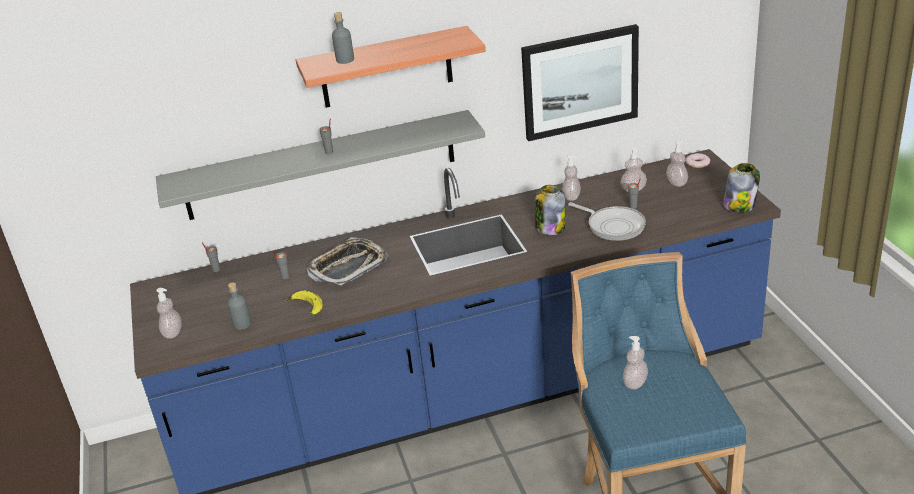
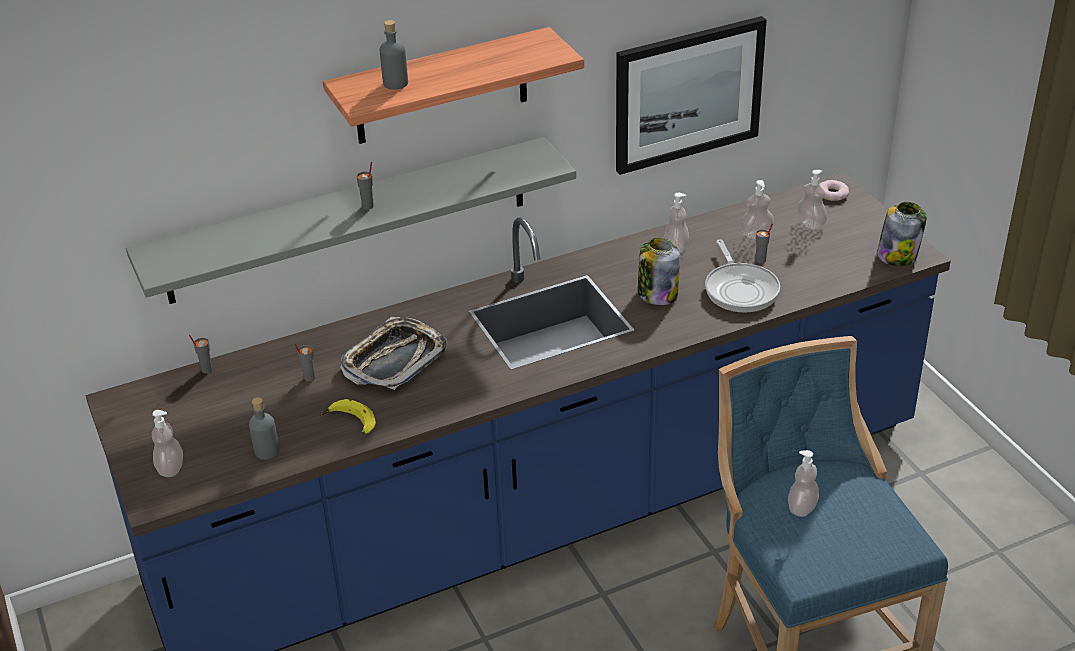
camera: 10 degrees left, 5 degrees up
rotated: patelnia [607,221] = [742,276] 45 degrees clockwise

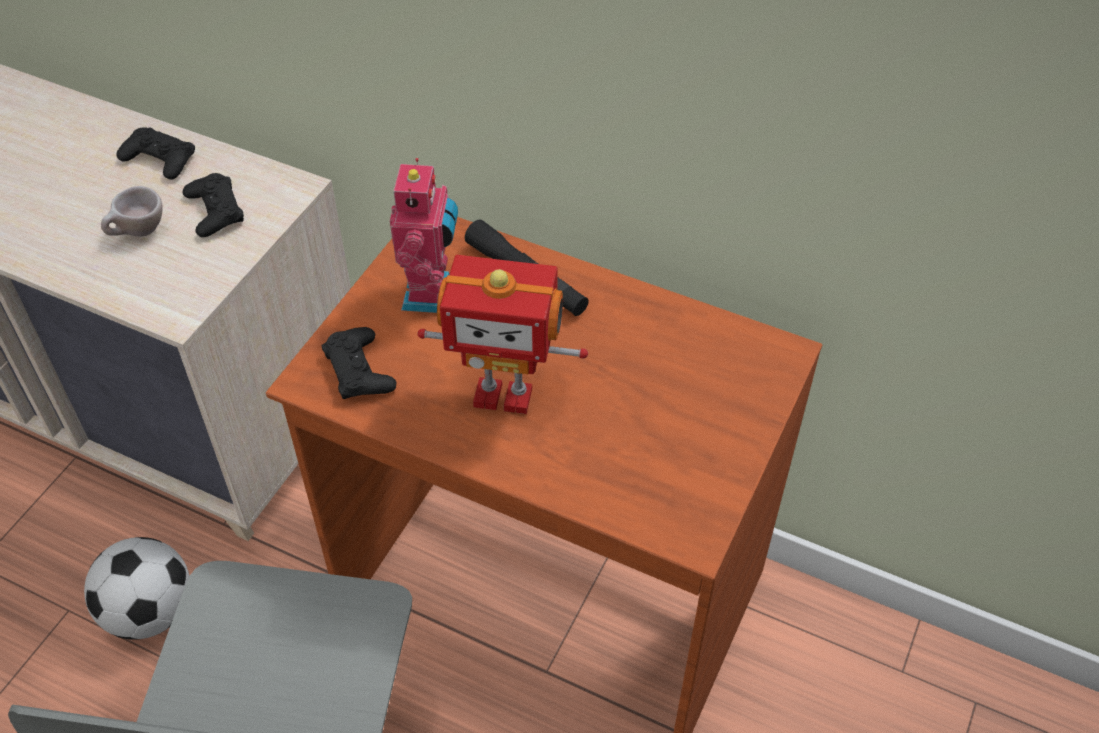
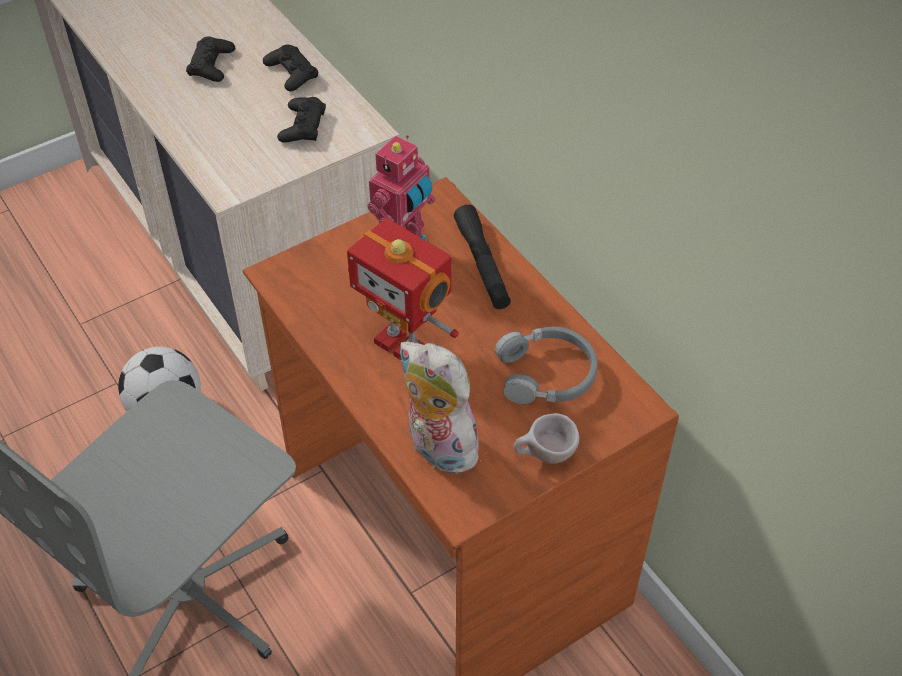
camera: 30 degrees right, 0 degrees up
new: pluszak [440,408]; słuchawki (szary) [546,365]
shifted: pad do gier (czarny) [359,363] to [210,59]; filiżanka (beżowy) [132,211] to [546,438]

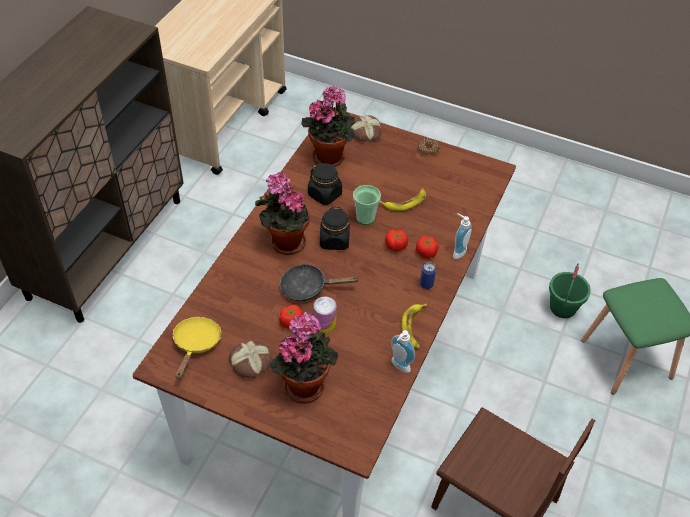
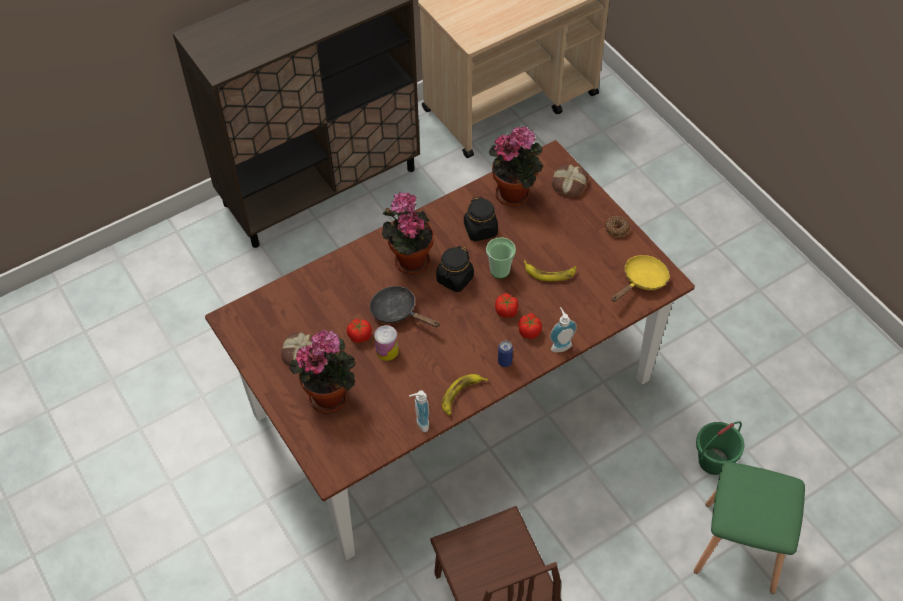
camera: 35 degrees right, 5 degrees up
shifted: patelnia (żółty) [197,348] to [640,278]

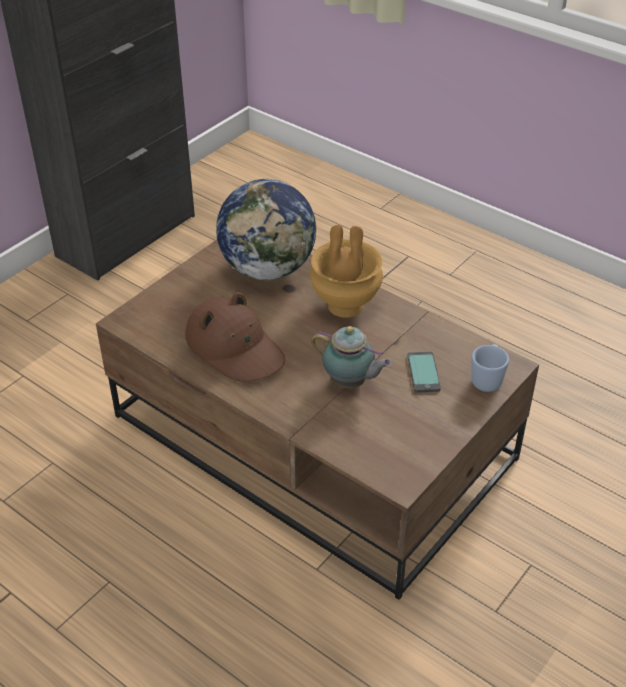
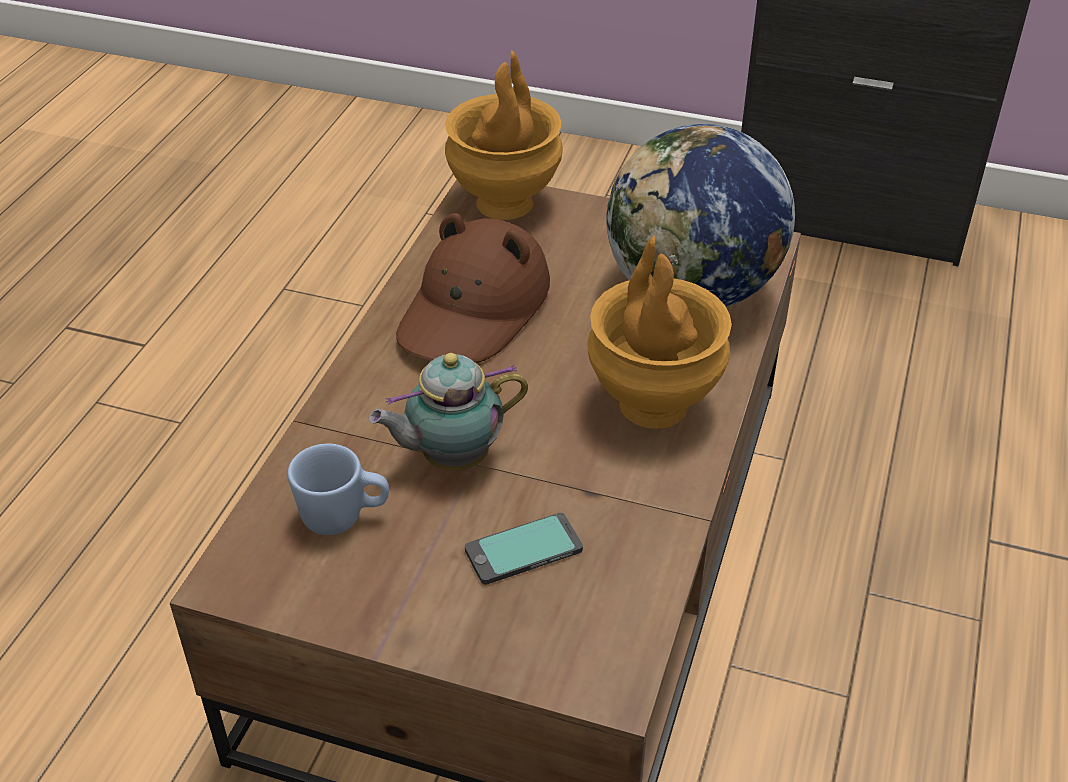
camera: 70 degrees right, 0 degrees up
new: wazon (brązowy) [504,135]
shifted: kubek (niebieski) [490,368] to [338,489]
rotated: imbryk [351,357] = [448,412] 60 degrees clockwise

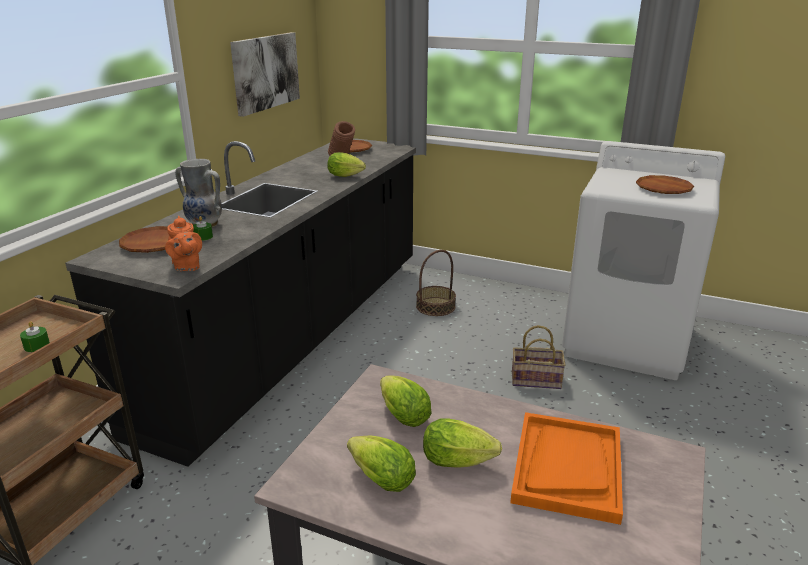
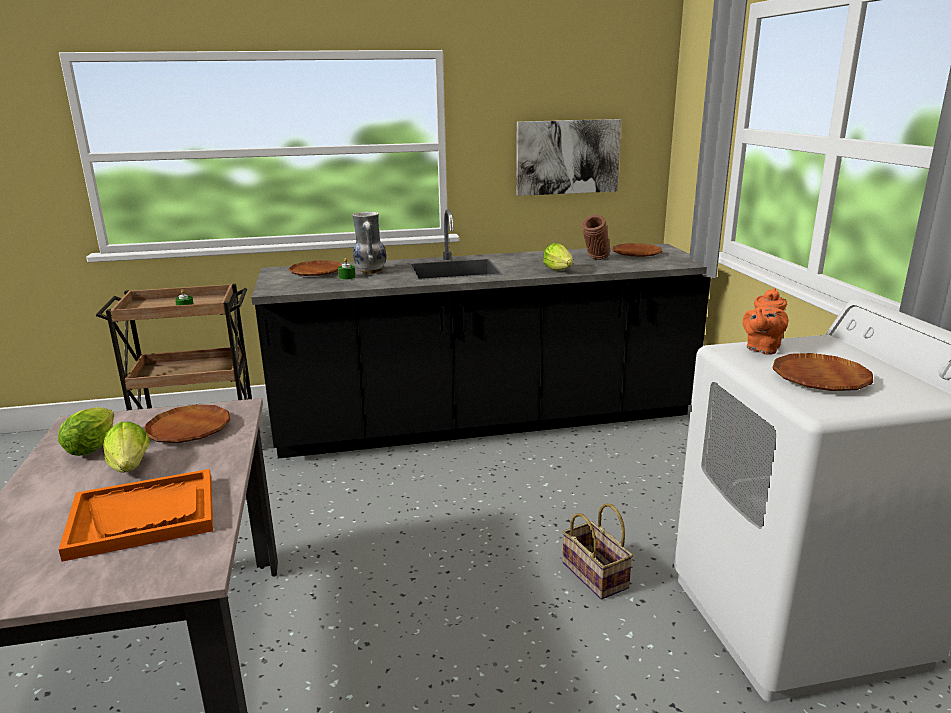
camera: 55 degrees right, 5 degrees down
gone: koszyk [436,283]
shifted: imbryk (pomarańczowy) [183,243] to [765,321]
swapped: sałata [406,401] to talerz (brązowy) [188,423]

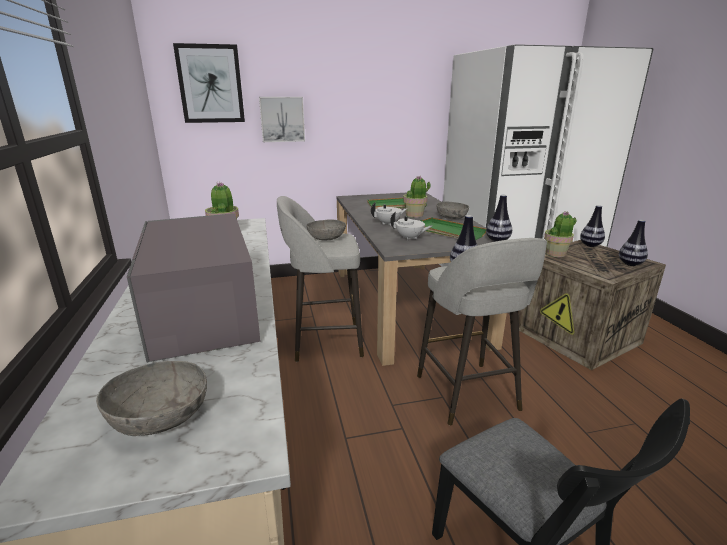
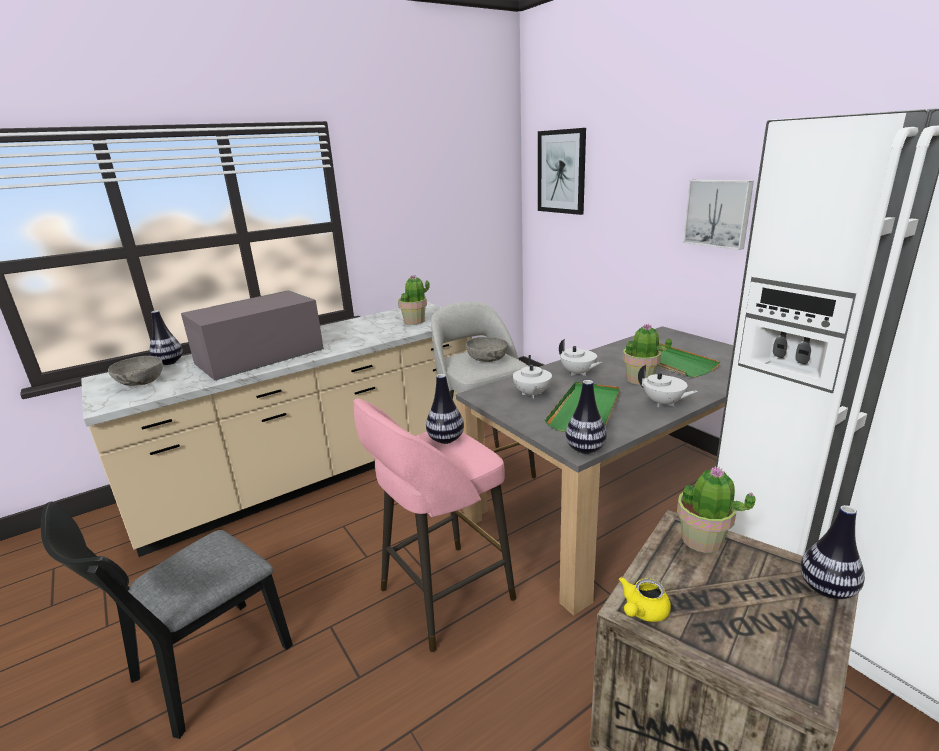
camera: 70 degrees right, 0 degrees up
new: imbryk (żółty) [645,599]
shifted: wazon [633,243] to [166,337]; obraz [282,119] to [718,215]
swapped: miska (szary) [452,210] to imbryk (biały) [668,386]
repainted: stołek (szary) [482,332] to stołek (różowy) [435,525]

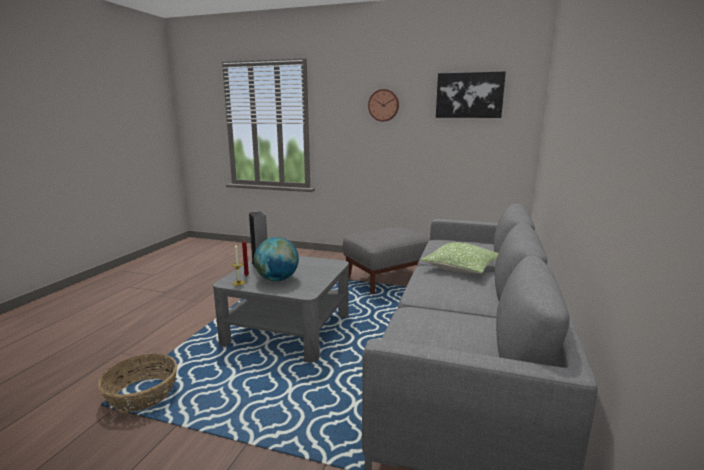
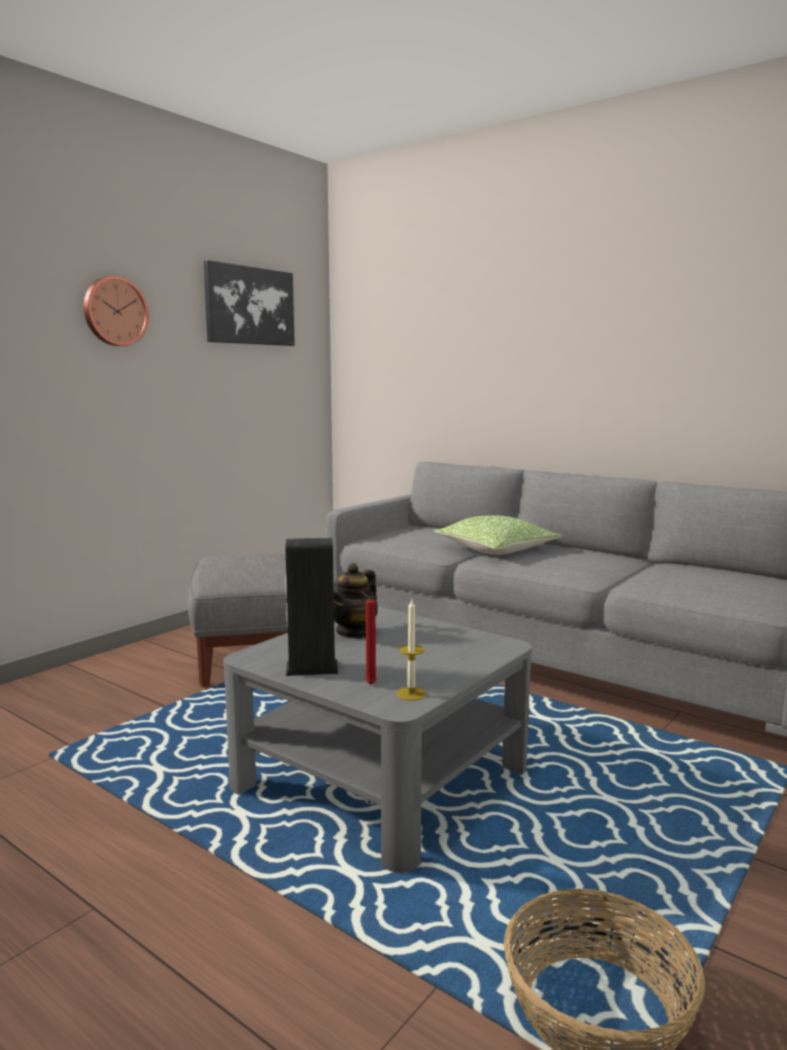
camera: 70 degrees left, 5 degrees down
gone: globus [276,259]
new: imbryk [356,601]

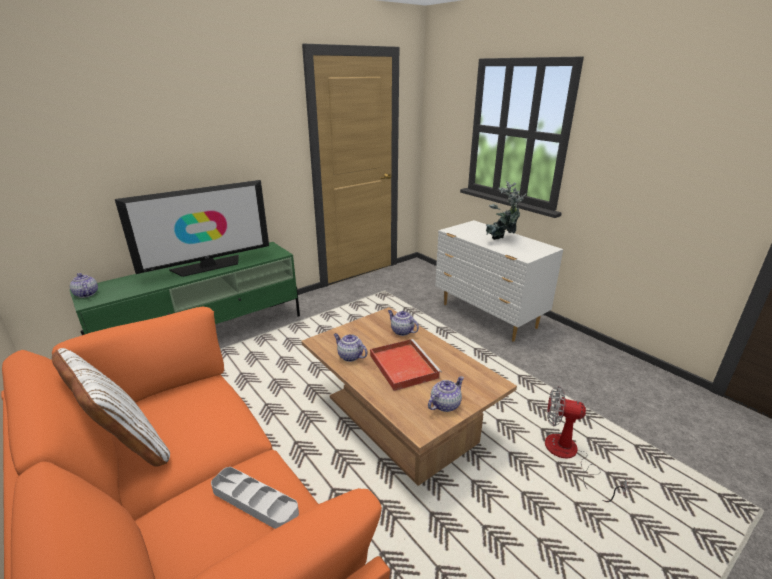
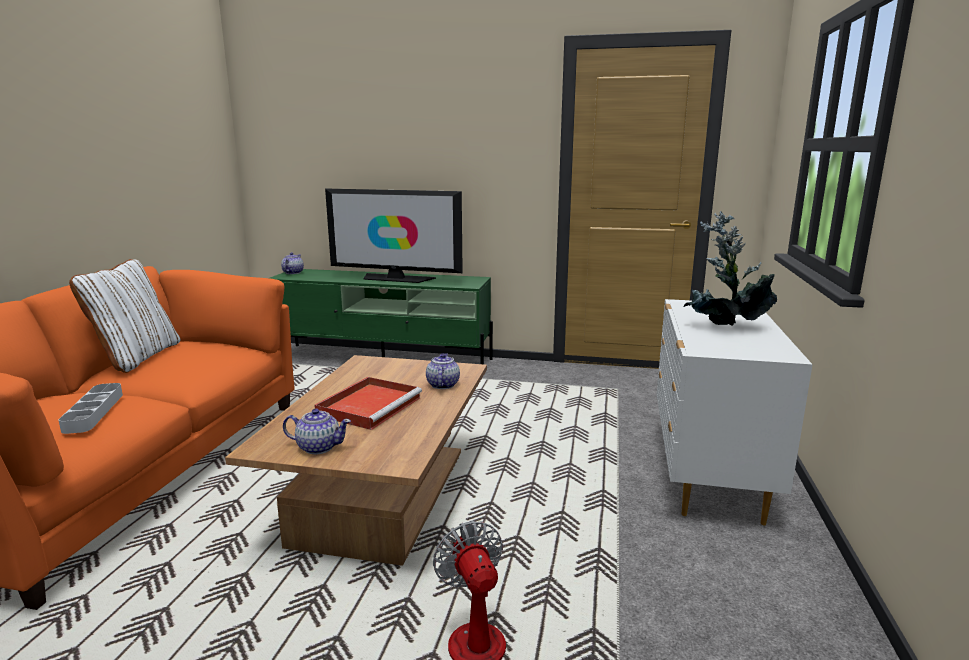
camera: 50 degrees right, 10 degrees down
gone: imbryk [350,347]

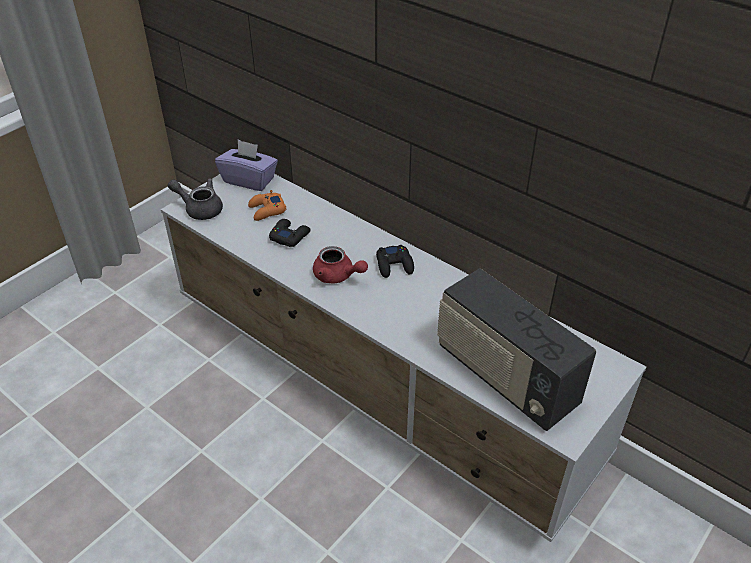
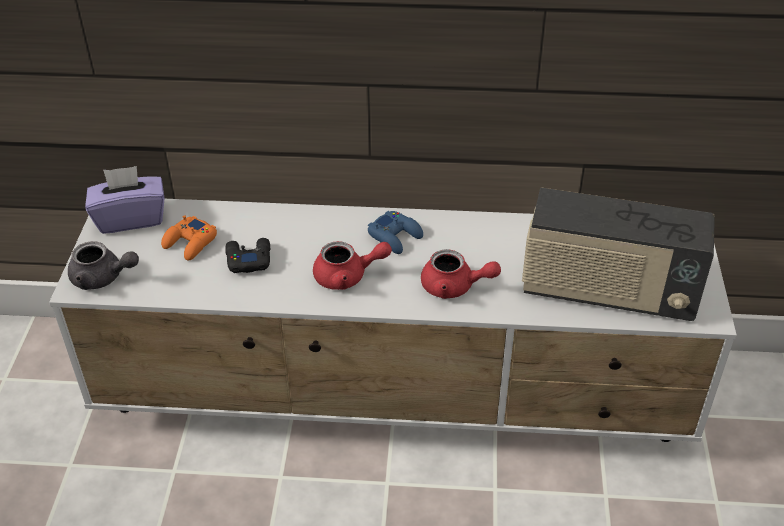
camera: 35 degrees left, 0 degrees up
new: imbryk (czerwony) [461,274]
repainted: pad do gier (czarny) [395,261] to pad do gier (niebieski) [395,232]
rotated: imbryk (szary) [195,199] = [103,265] 150 degrees counterclockwise

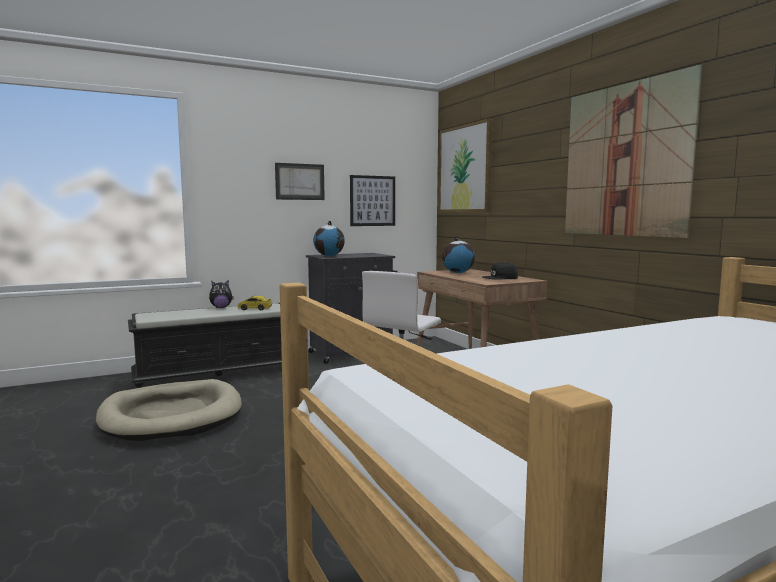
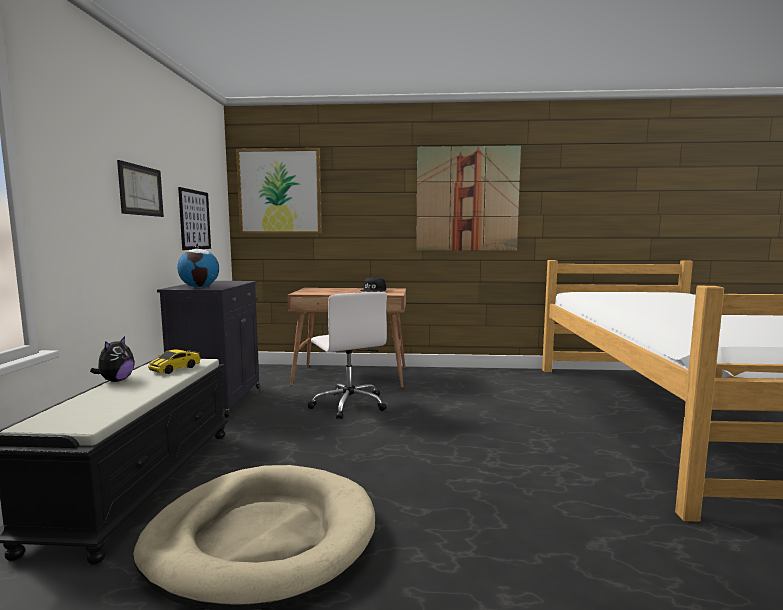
camera: 60 degrees left, 0 degrees up
gone: globus [458,254]

